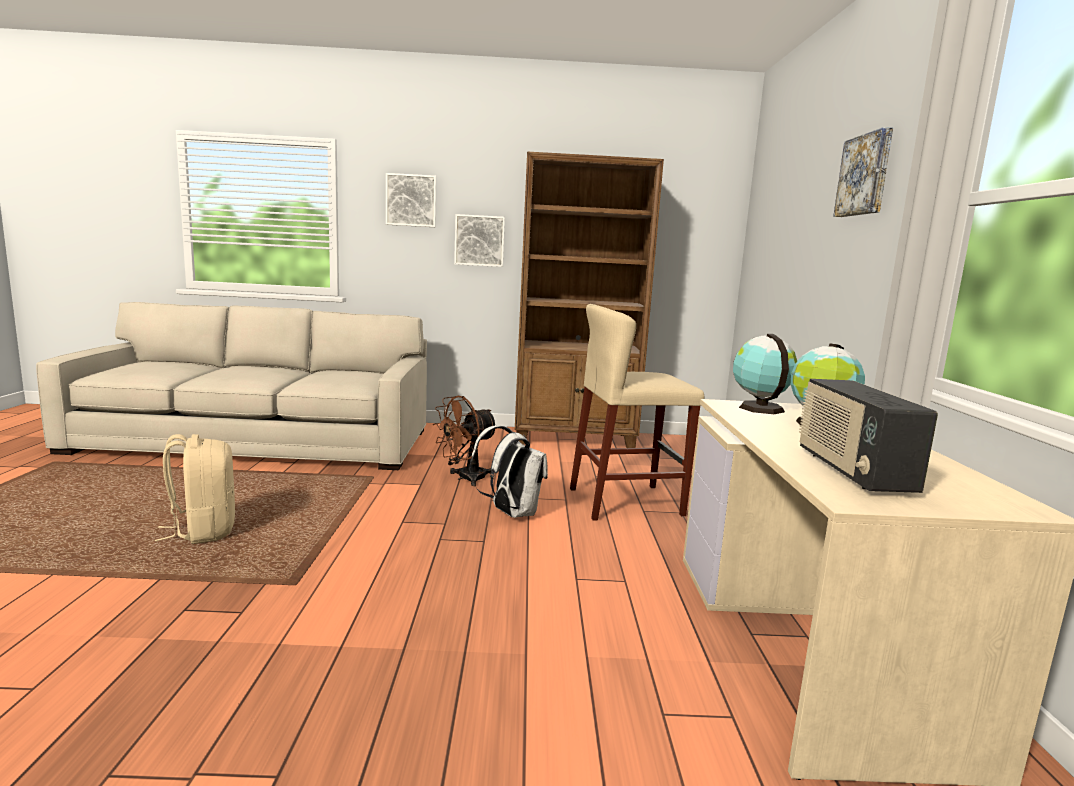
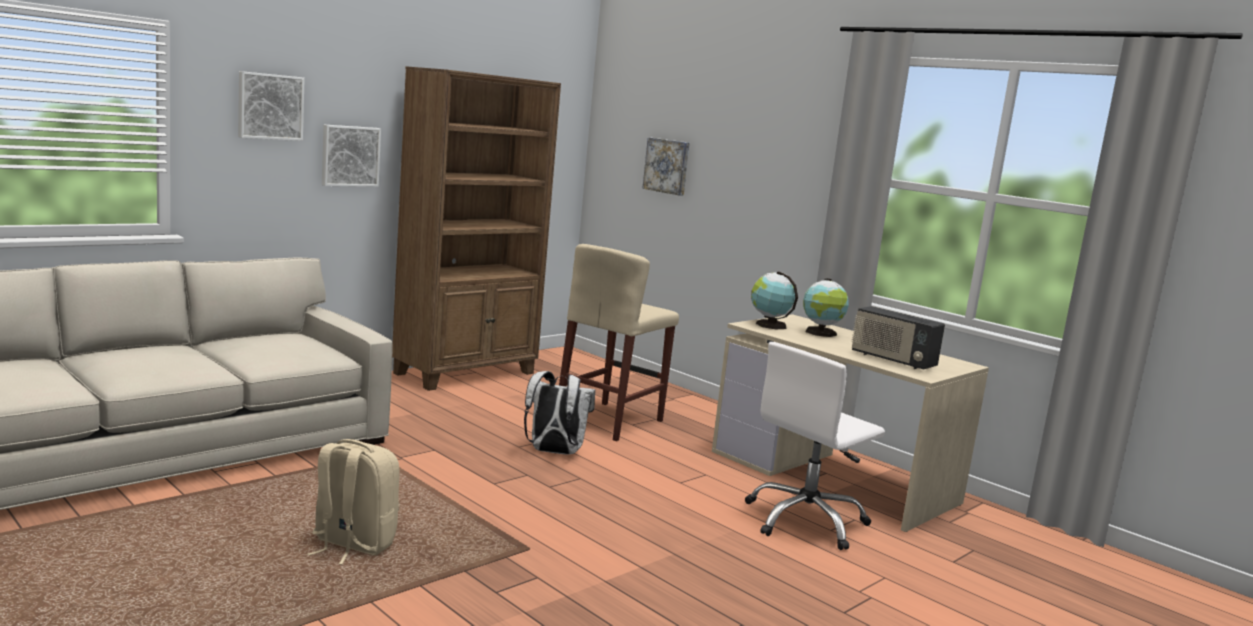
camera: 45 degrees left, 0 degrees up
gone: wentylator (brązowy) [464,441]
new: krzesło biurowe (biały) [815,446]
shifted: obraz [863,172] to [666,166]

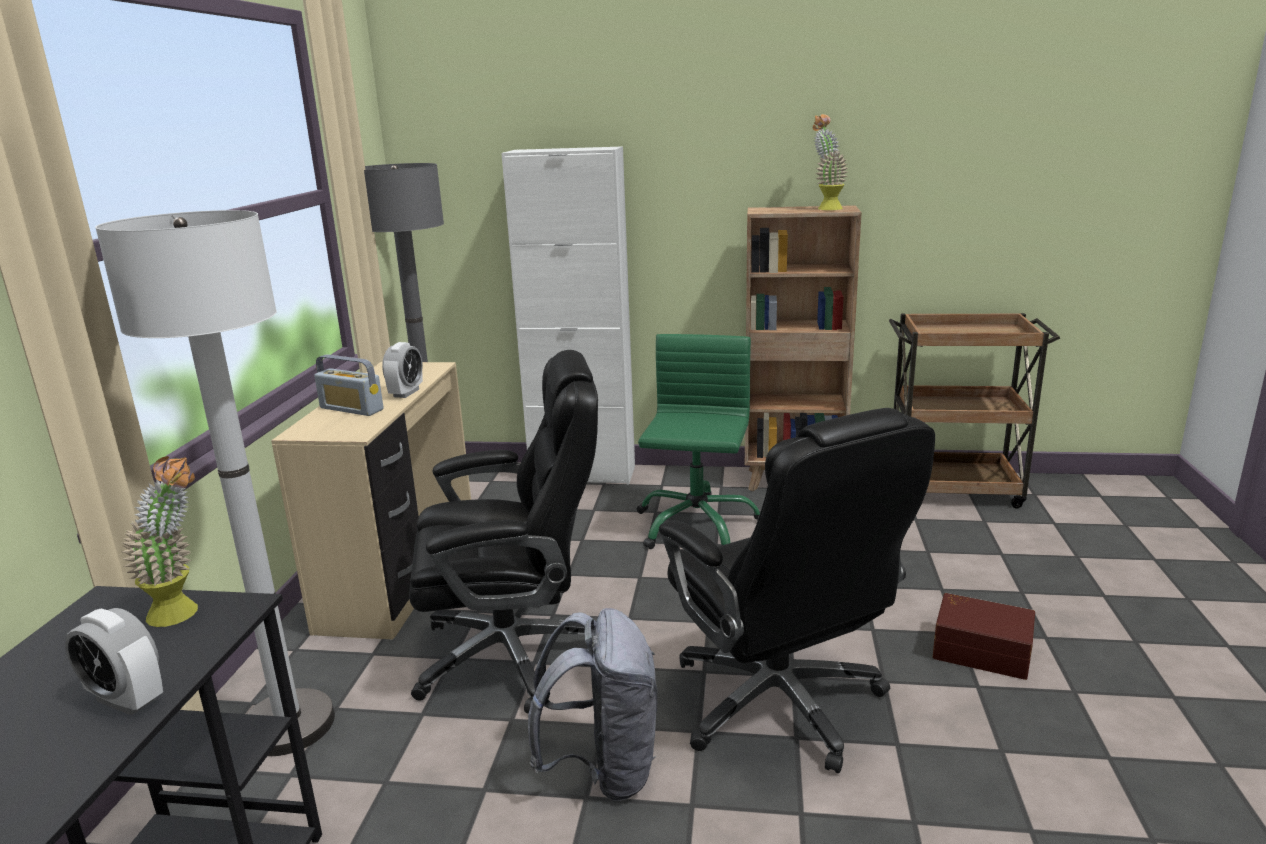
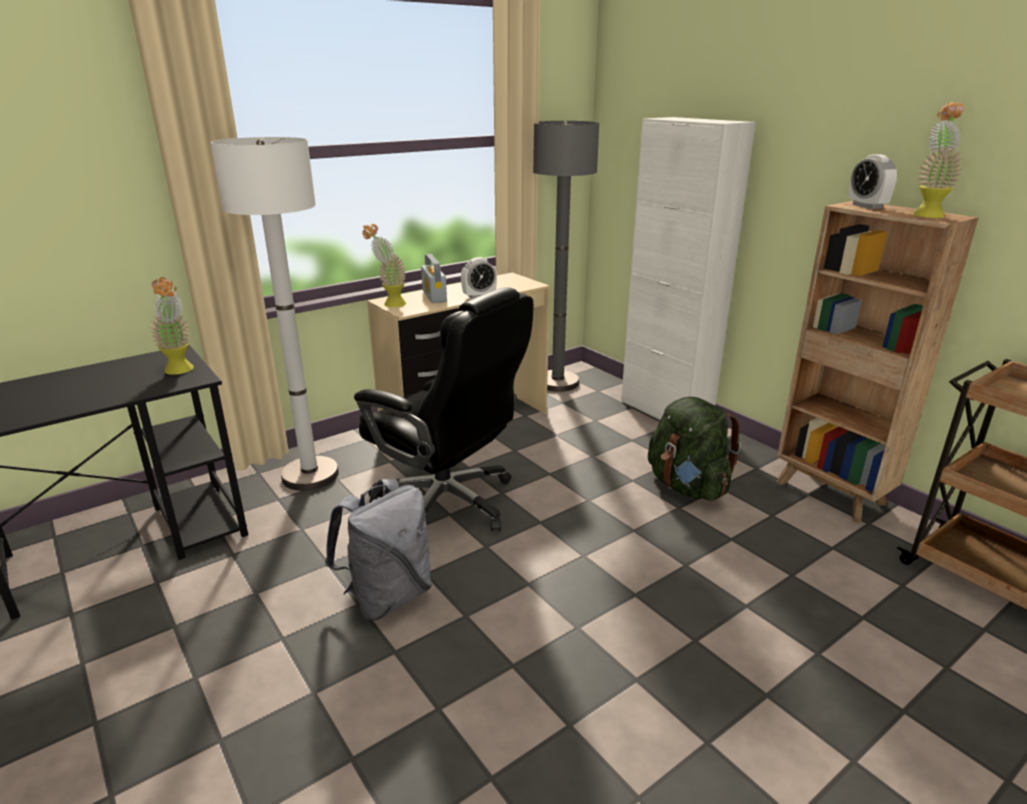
camera: 45 degrees right, 5 degrees up
gone: krzesło biurowe (czarny) [797,590]; pojemnik do przechowywania (brązowy) [983,636]
new: roślina doniczkowa [384,265]
shifted: budzik [114,662] to [872,181]
swapped: krzesło biurowe (zielony) [698,441] to plecak (zielony) [694,449]

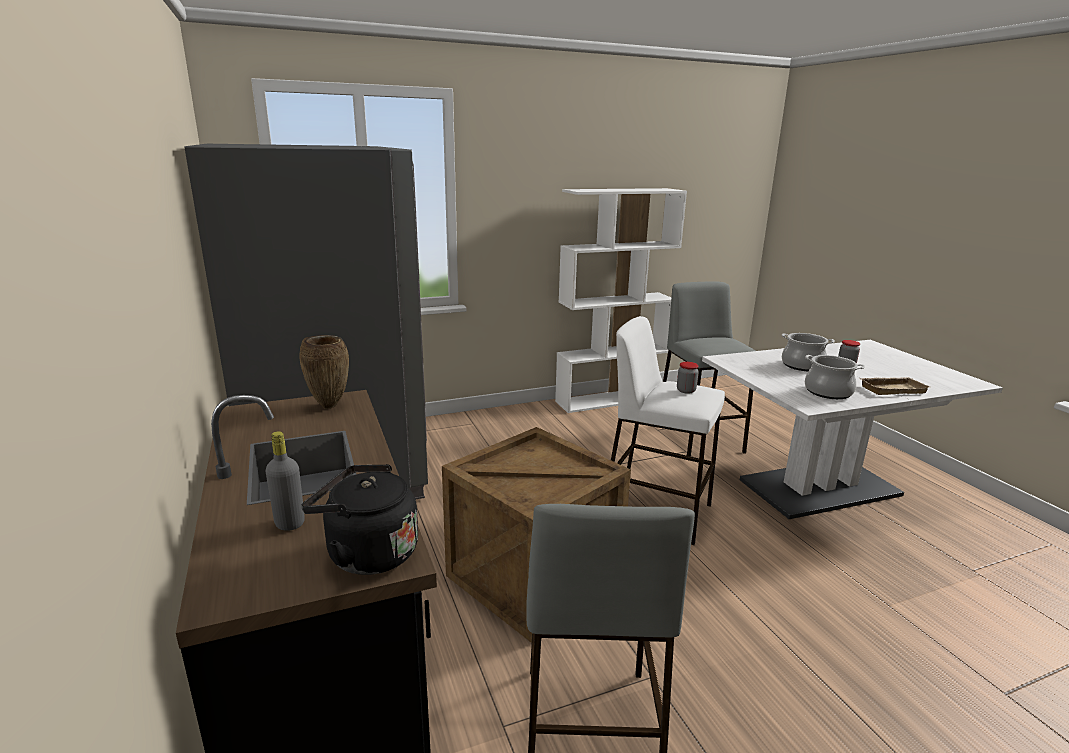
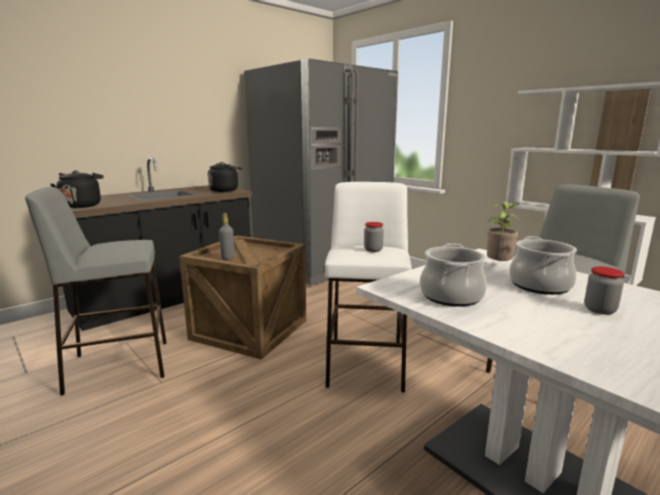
camera: 70 degrees right, 5 degrees down
gone: taca (beżowy) [895,386]
new: roślina doniczkowa [503,231]
shifted: butelka (szary) [285,481] to [227,236]
swapped: wazon (brązowy) [324,372] to czajnik (czarny) [225,177]

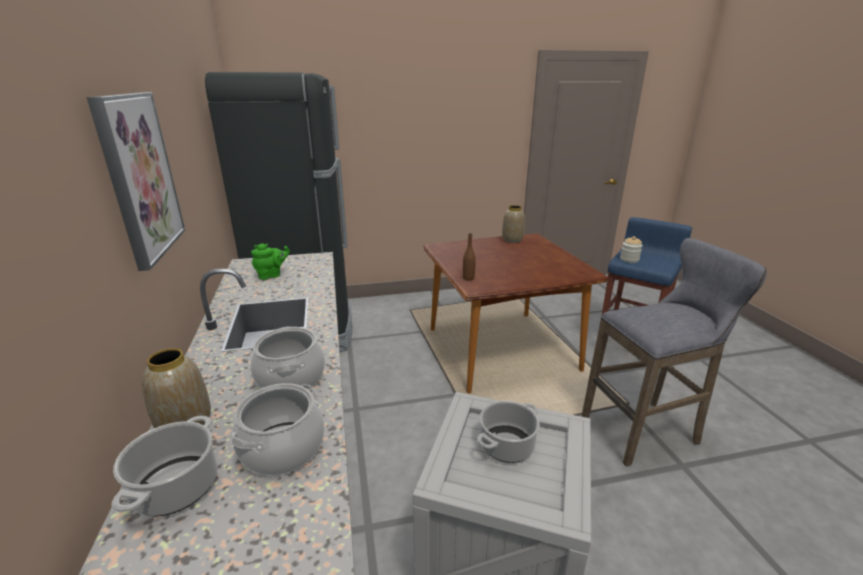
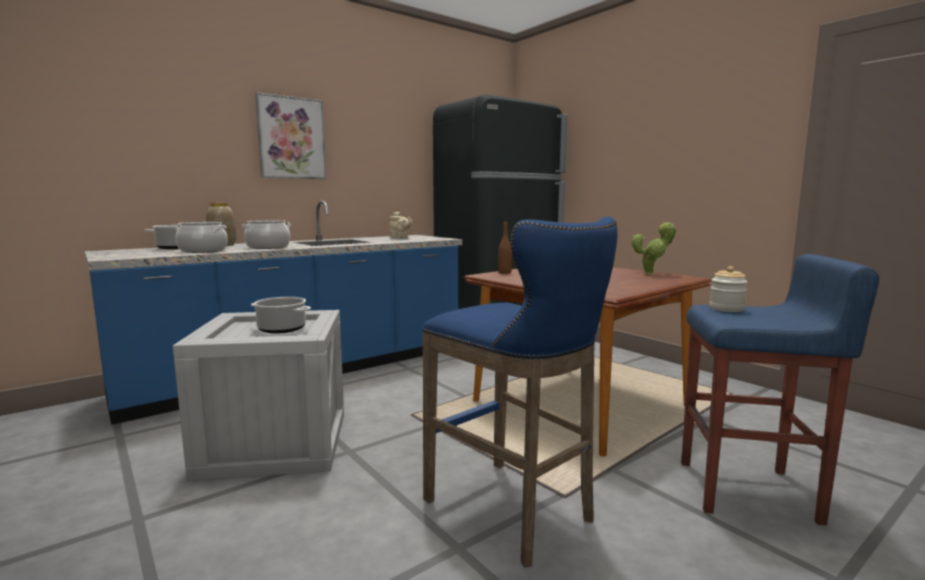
camera: 65 degrees right, 15 degrees down
swapped: wazon [513,224] to roślina doniczkowa [654,248]
repainted: imbryk (zielony) [270,261] to imbryk (beżowy) [400,225]; stołek (szary) [674,352] to stołek (niebieski) [520,391]

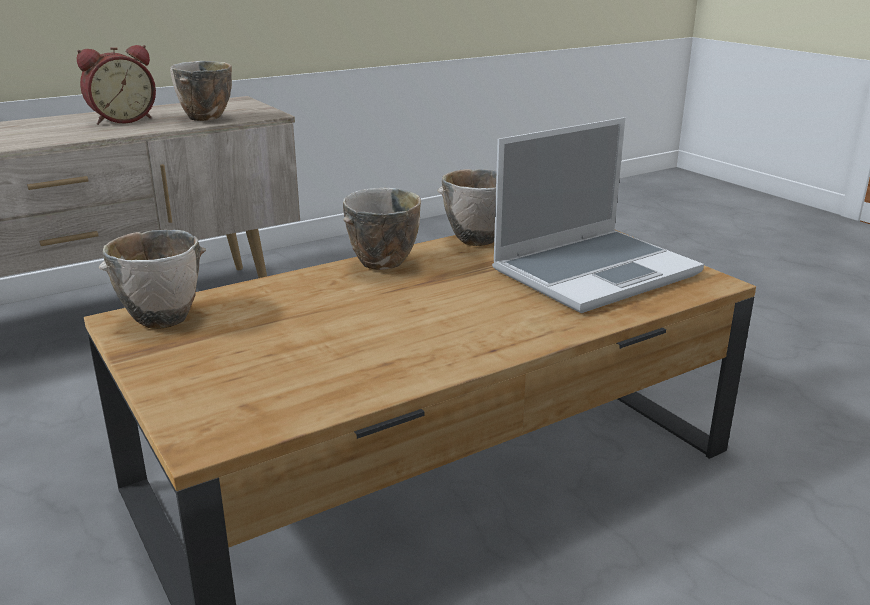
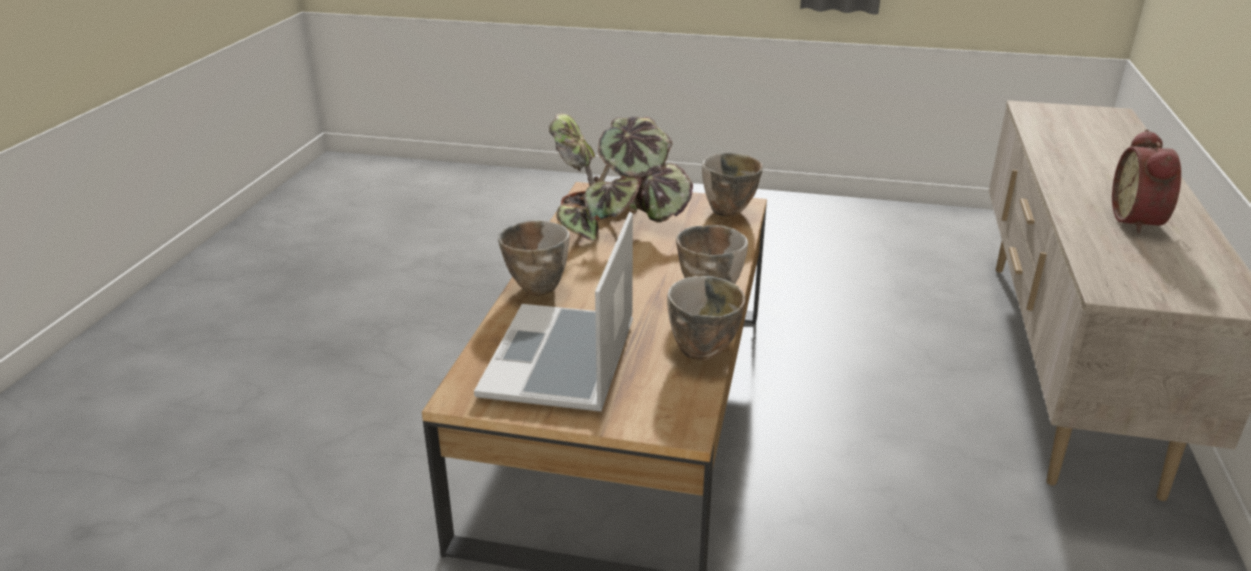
camera: 135 degrees right, 5 degrees up
new: roślina doniczkowa [621,177]
shifted: miska [201,91] to [534,258]

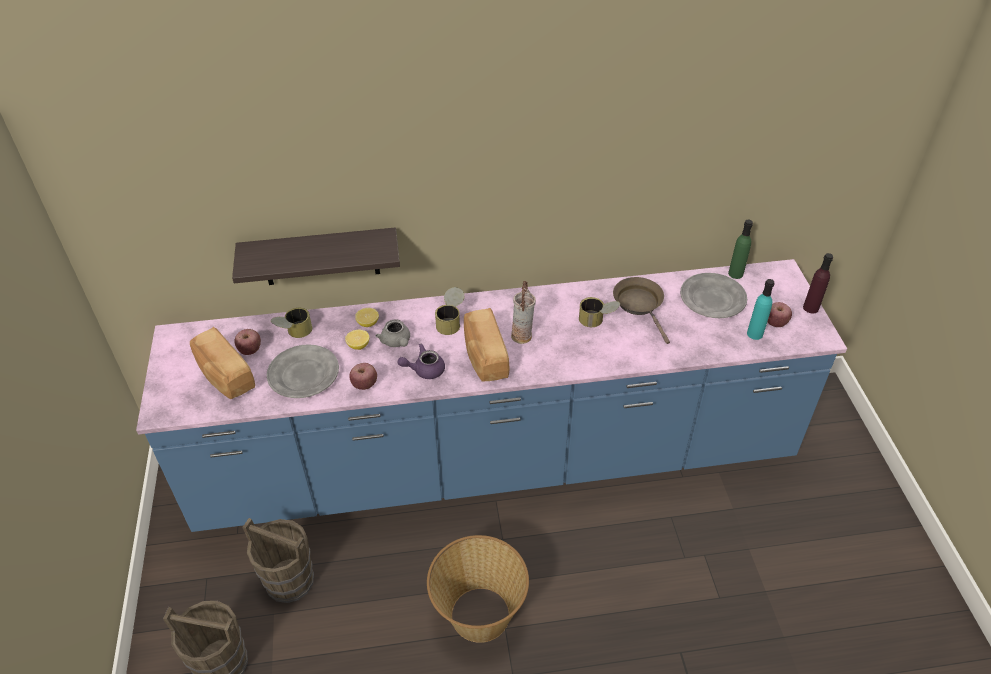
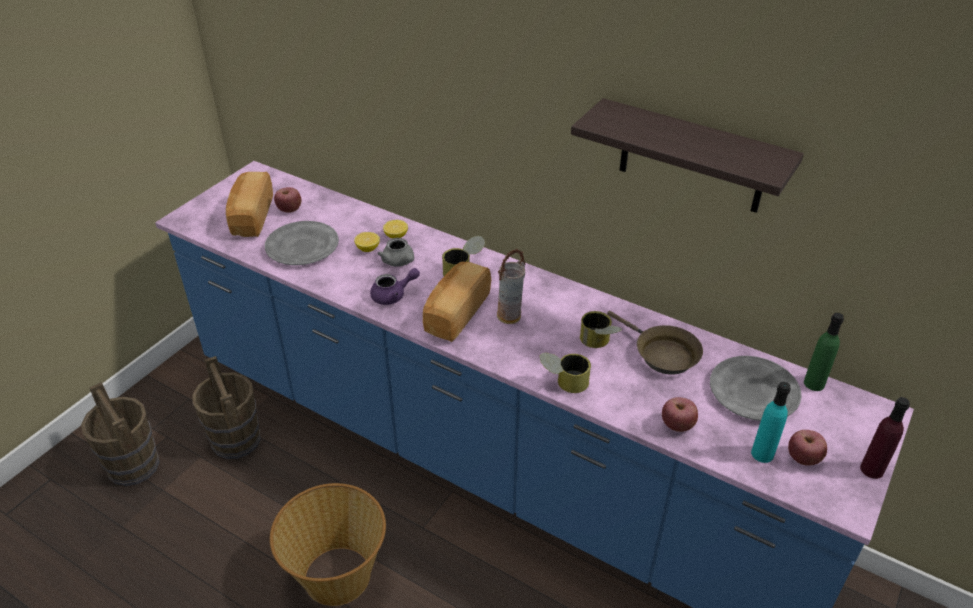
camera: 40 degrees right, 5 degrees down
shifted: puszka [291,323] to [565,373]; półka [316,256] to [687,155]; jabłko [363,376] to [680,414]
rotated: imbryk (fioletowy) [421,361] = [395,286] 135 degrees clockwise; imbryk (szary) [393,333] = [396,252] 45 degrees counterclockwise; patelnia (brązowy) [641,310] = [655,343] 120 degrees clockwise

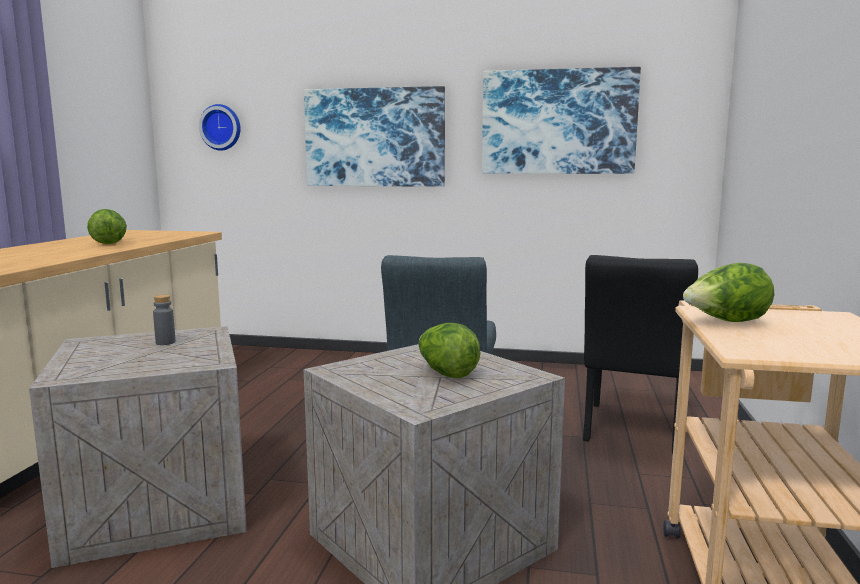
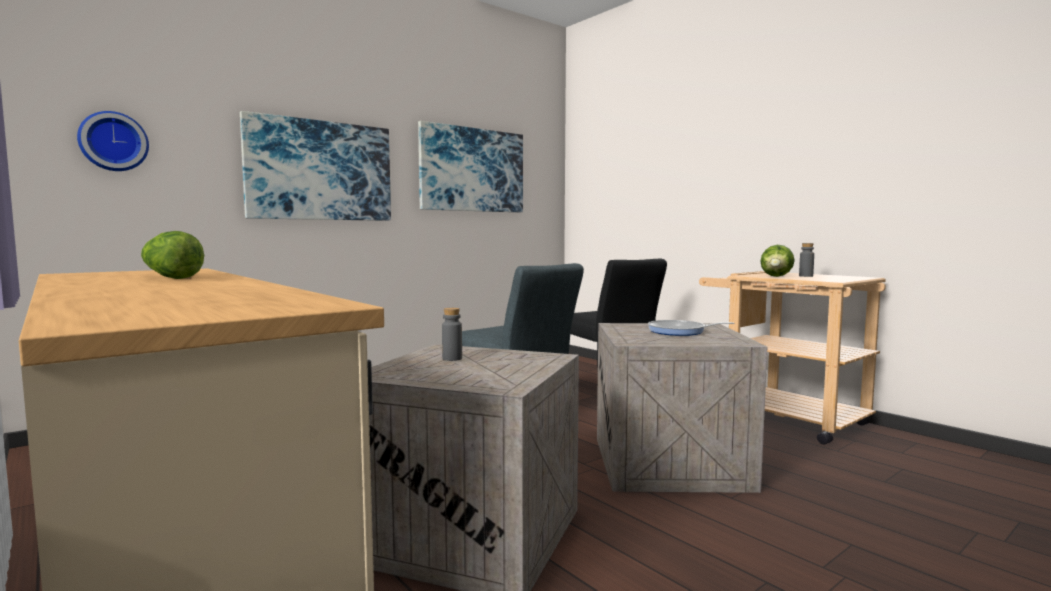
camera: 50 degrees left, 5 degrees down
new: butelka (szary) [806,260]
swapped: sałata [450,350] to patelnia [691,328]

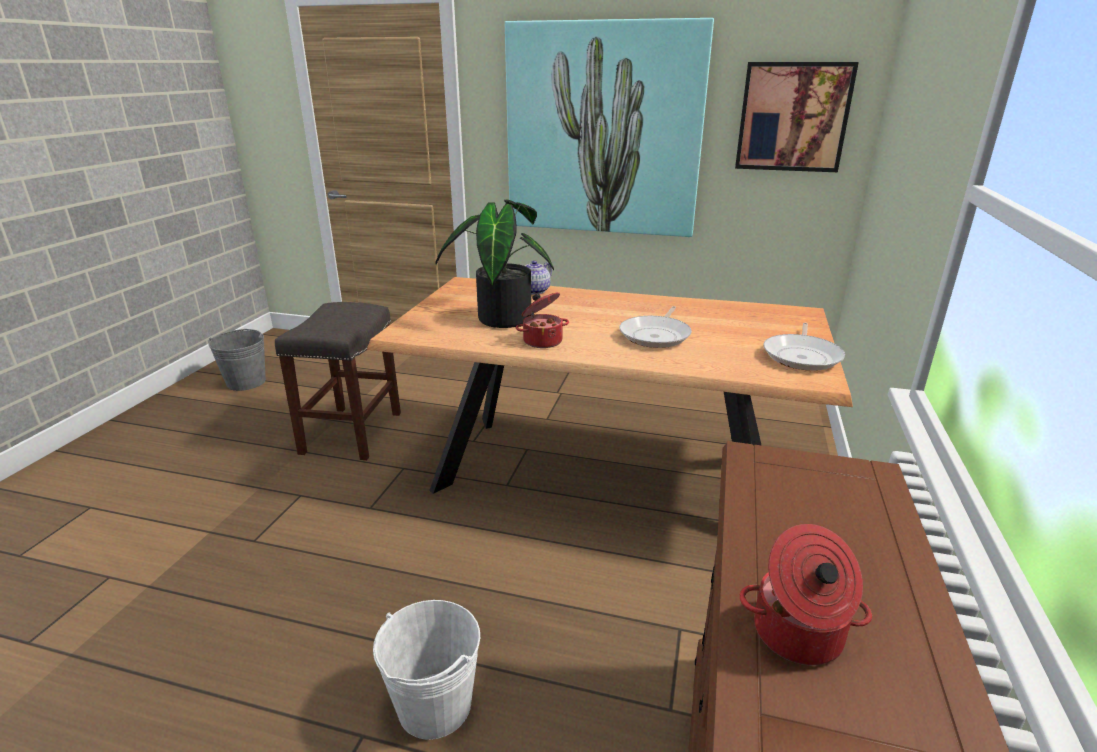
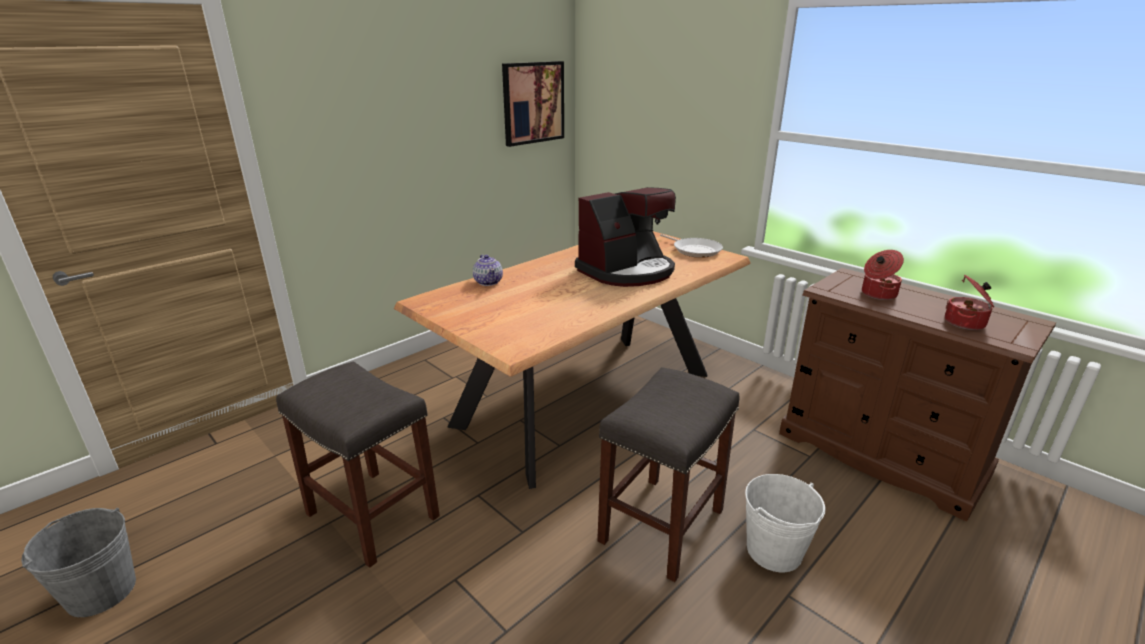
camera: 60 degrees left, 0 degrees up
gone: roślina doniczkowa [494,263]; obraz [609,127]
new: stołek (szary) [668,474]
shifted: garnek [542,320] to [883,275]
swapped: patelnia [655,327] to ekspres do kawy [625,237]

